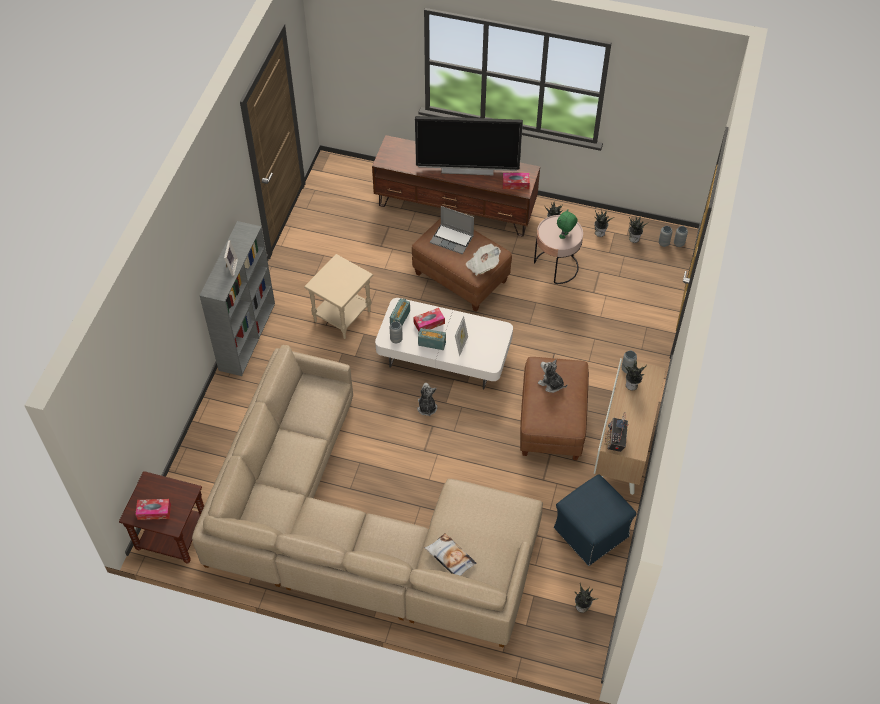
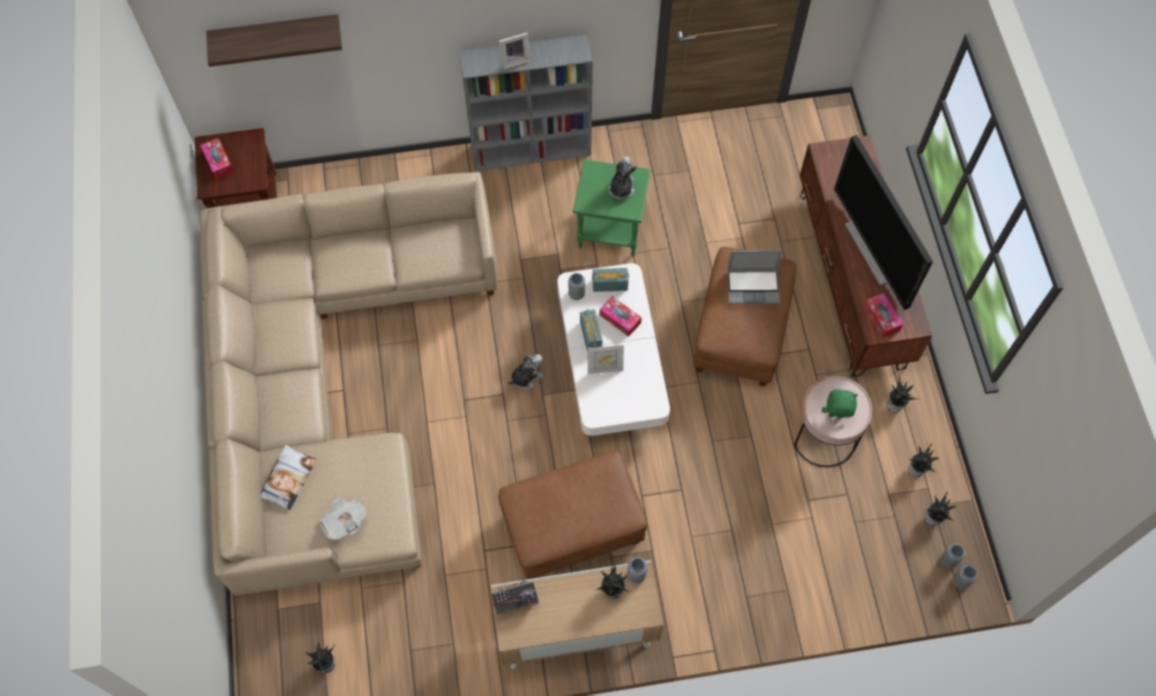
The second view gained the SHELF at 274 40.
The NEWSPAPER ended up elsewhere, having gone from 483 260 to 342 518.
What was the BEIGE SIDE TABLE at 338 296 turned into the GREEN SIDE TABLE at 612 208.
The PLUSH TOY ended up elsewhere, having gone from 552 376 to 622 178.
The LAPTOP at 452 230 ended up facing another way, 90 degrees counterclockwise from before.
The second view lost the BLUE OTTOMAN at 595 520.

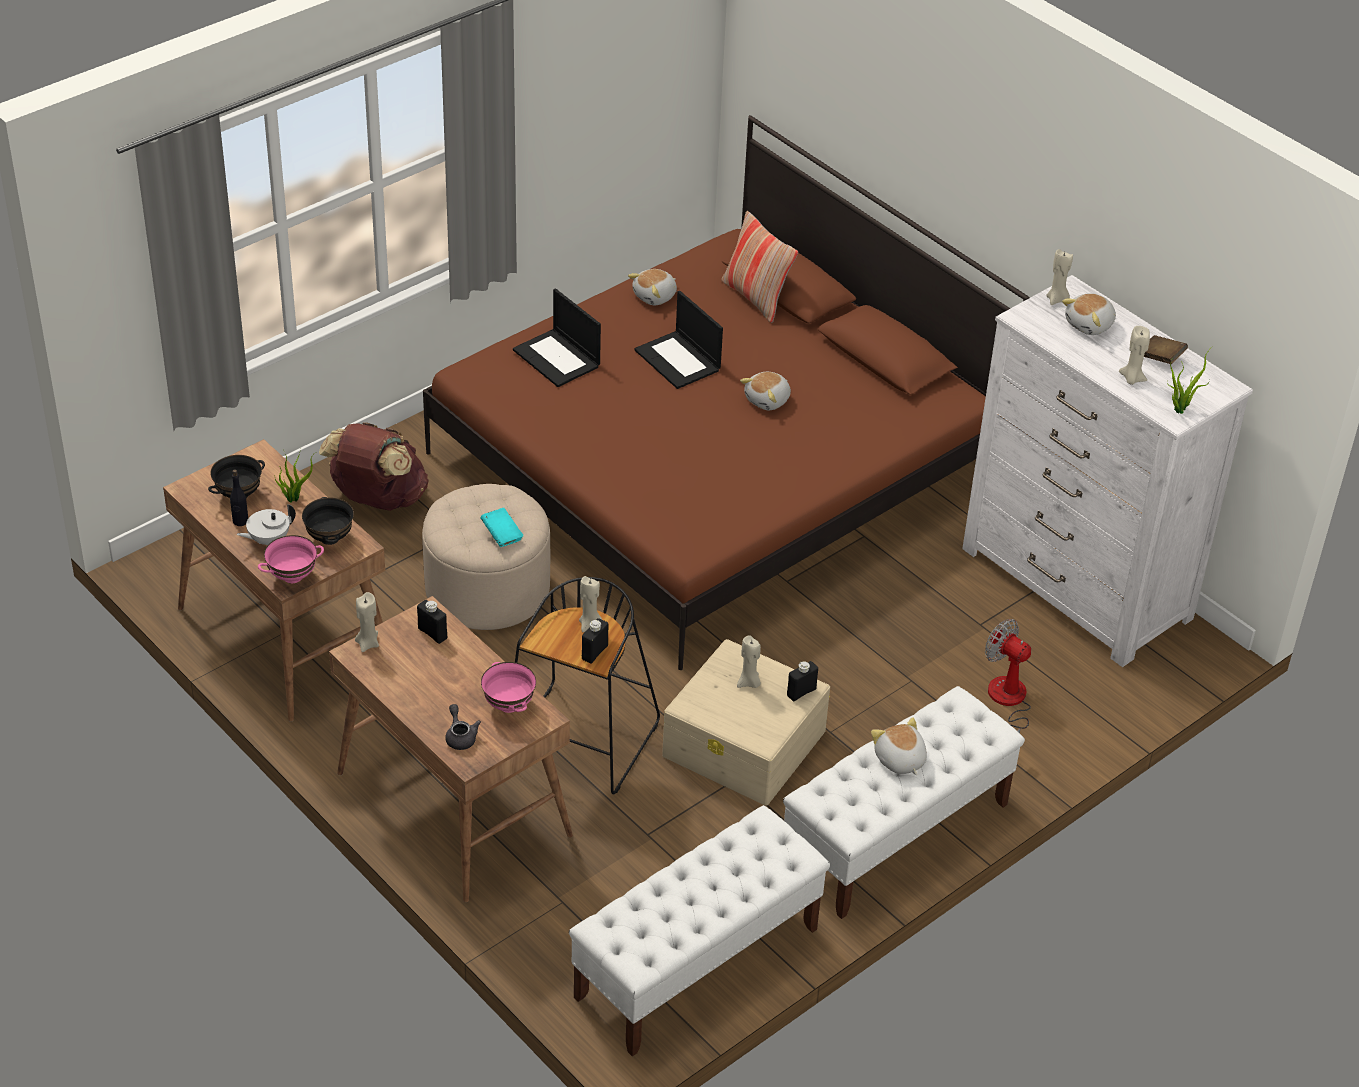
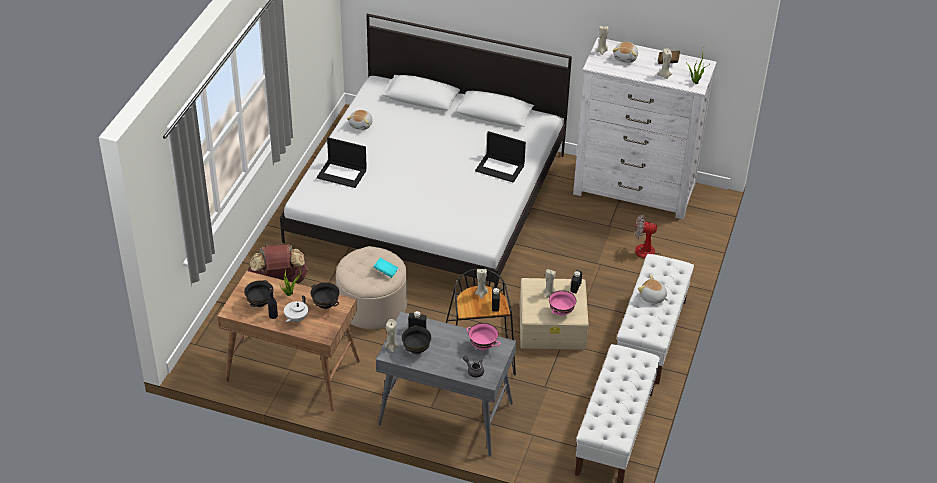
What was the BROWN BED at 726 392 turned into the WHITE BED at 426 150.
What was the BROWN DESK at 451 749 turned into the GREY DESK at 446 384.
The second view gained the BLACK BOWL at 416 339.
The LAPTOP ended up elsewhere, having gone from 678 340 to 500 157.
The PINK BOWL ended up elsewhere, having gone from 291 559 to 562 303.
The second view lost the PILLOW at 759 267.
The second view lost the PLUSH TOY at 765 391.

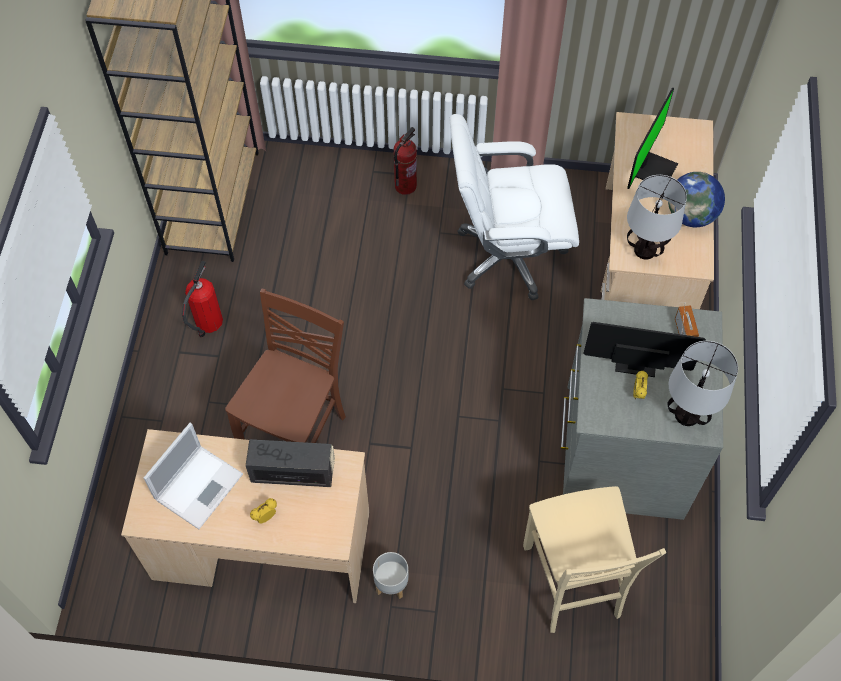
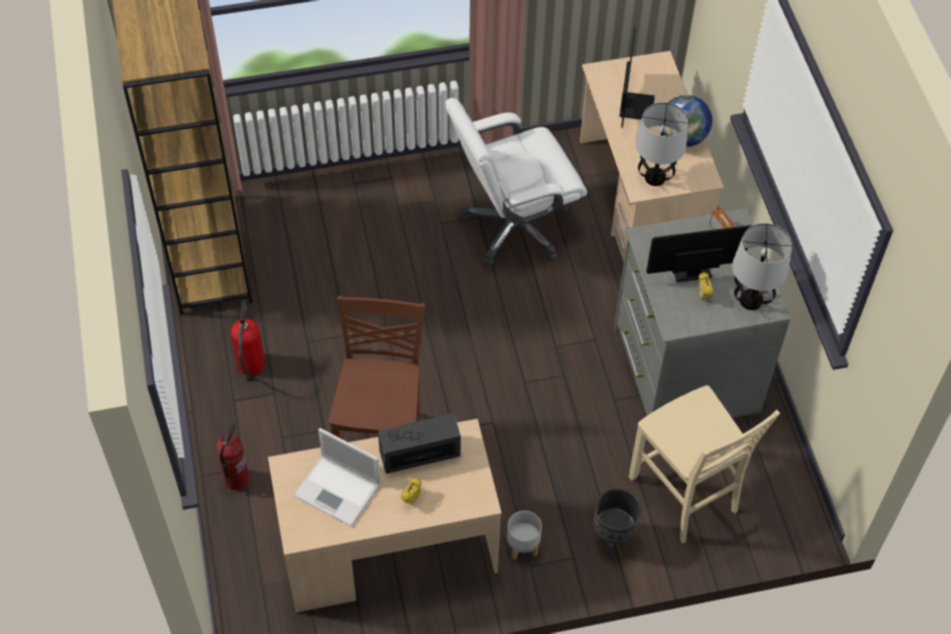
The FIRE EXTINGUISHER ended up elsewhere, having gone from 405 161 to 232 456.
The LAPTOP at 193 476 ended up facing another way, 105 degrees clockwise from before.
The second view gained the BLACK PLANTER at 617 522.

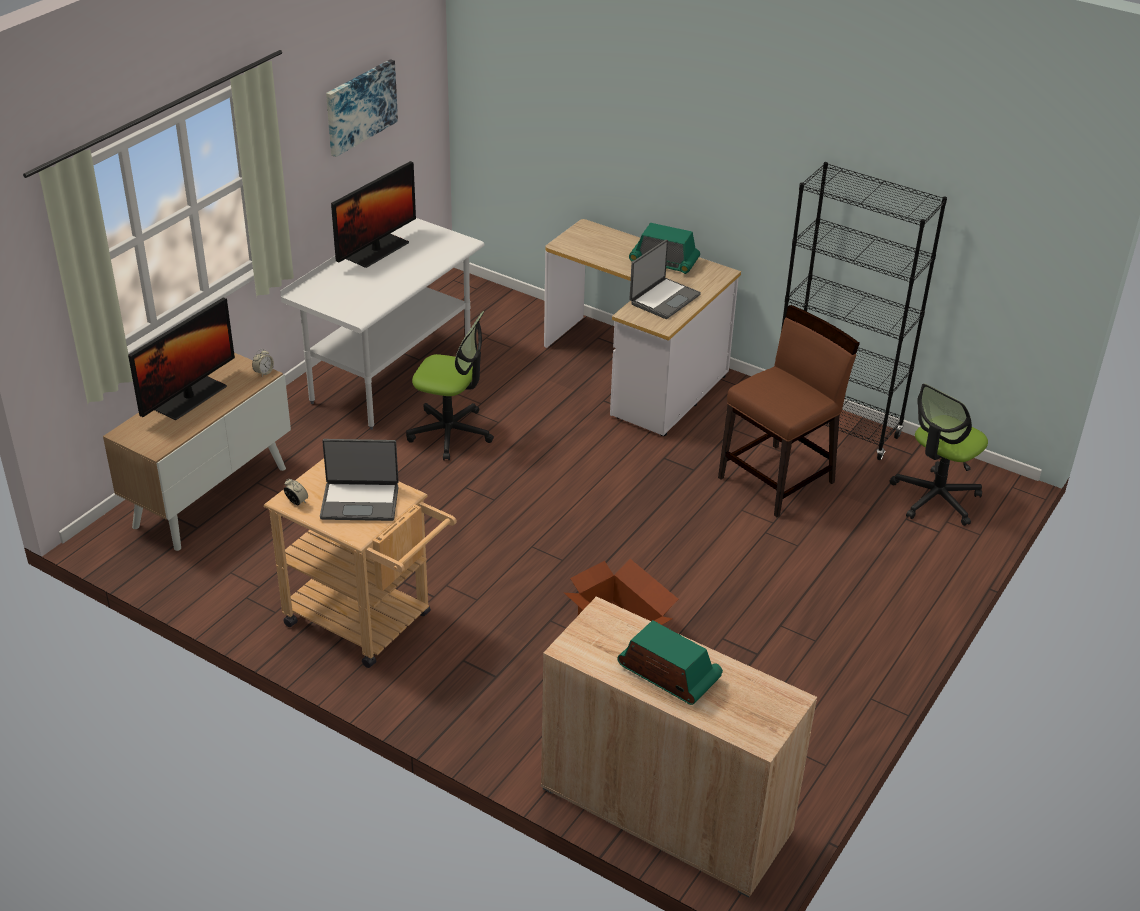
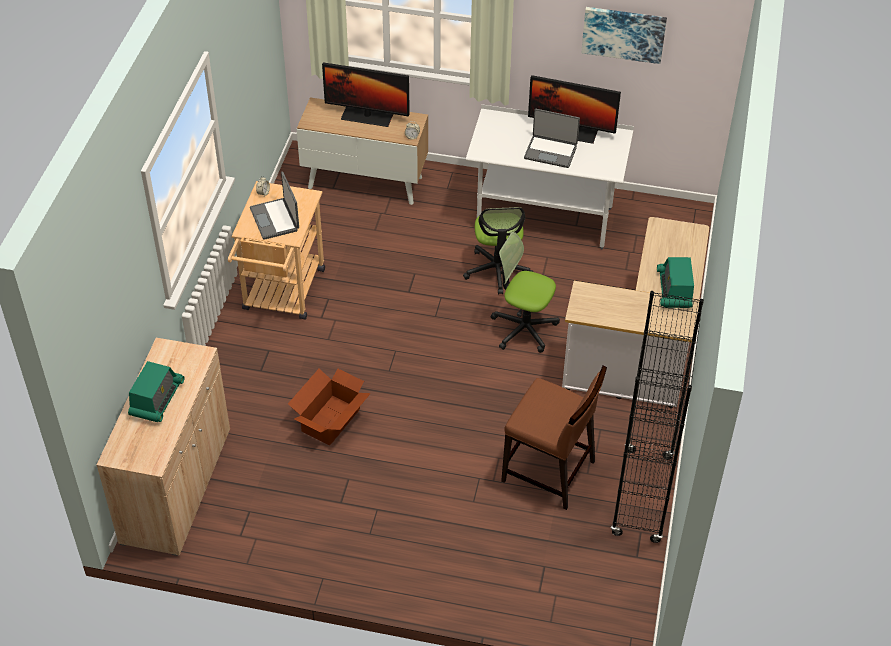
The OFFICE CHAIR ended up elsewhere, having gone from 939 454 to 525 292.
The LAPTOP ended up elsewhere, having gone from 665 279 to 552 138.

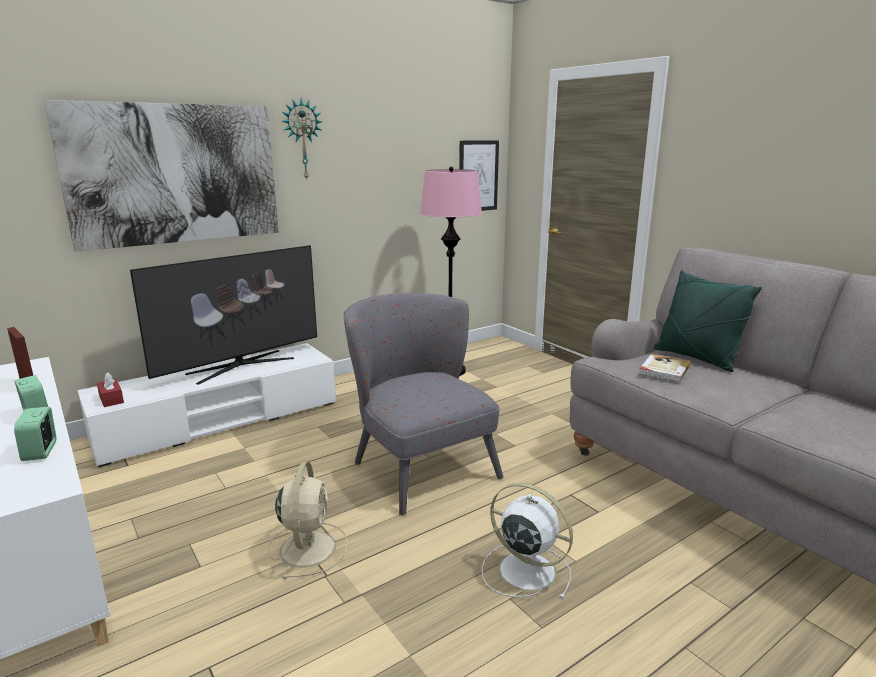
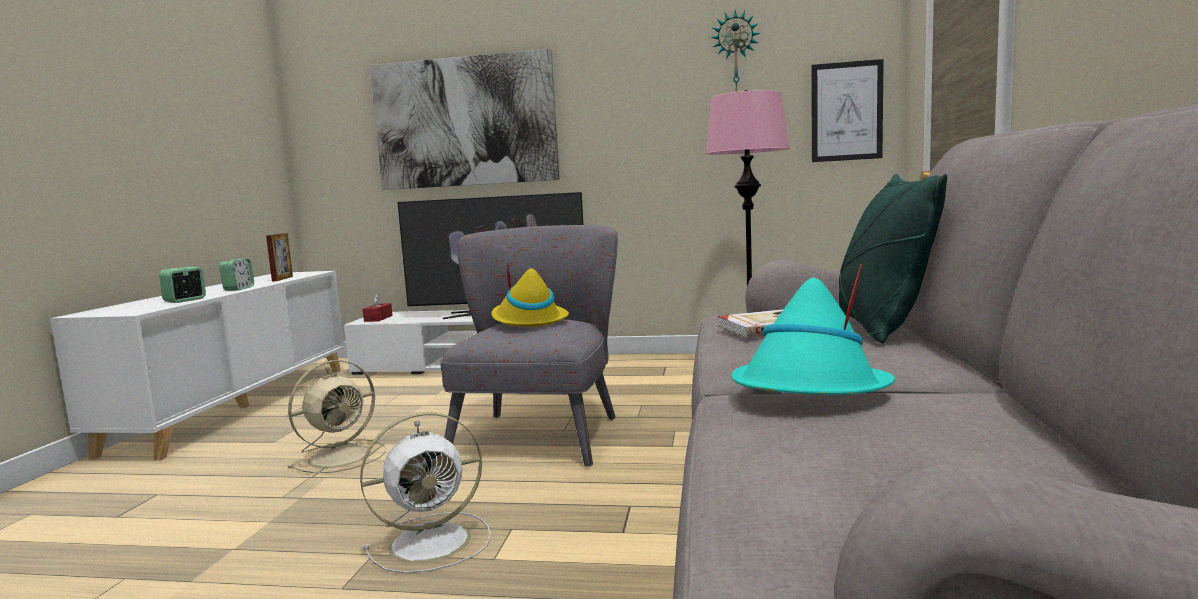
The WHITE FAN at 527 541 ended up facing another way, 75 degrees clockwise from before.
The second view gained the YELLOW HAT at 530 295.
The WALL CLOCK ended up elsewhere, having gone from 302 139 to 735 51.
The second view gained the TURQUOISE HAT at 813 330.

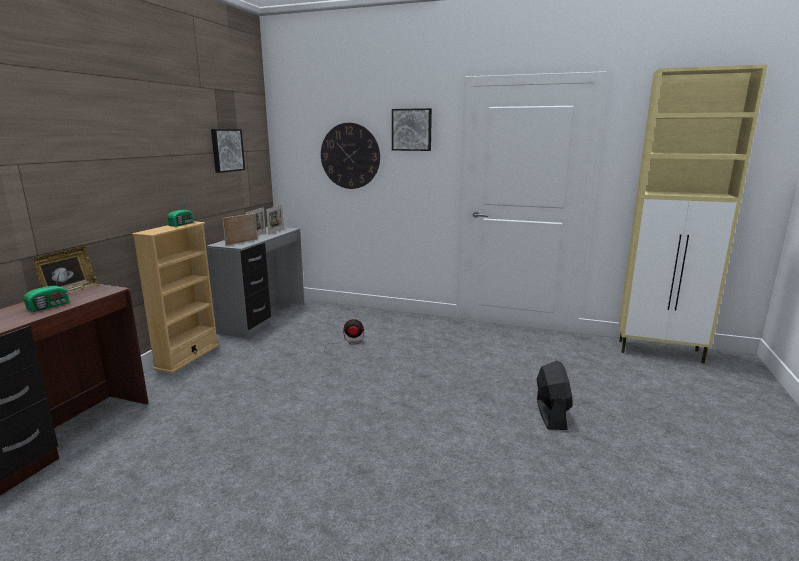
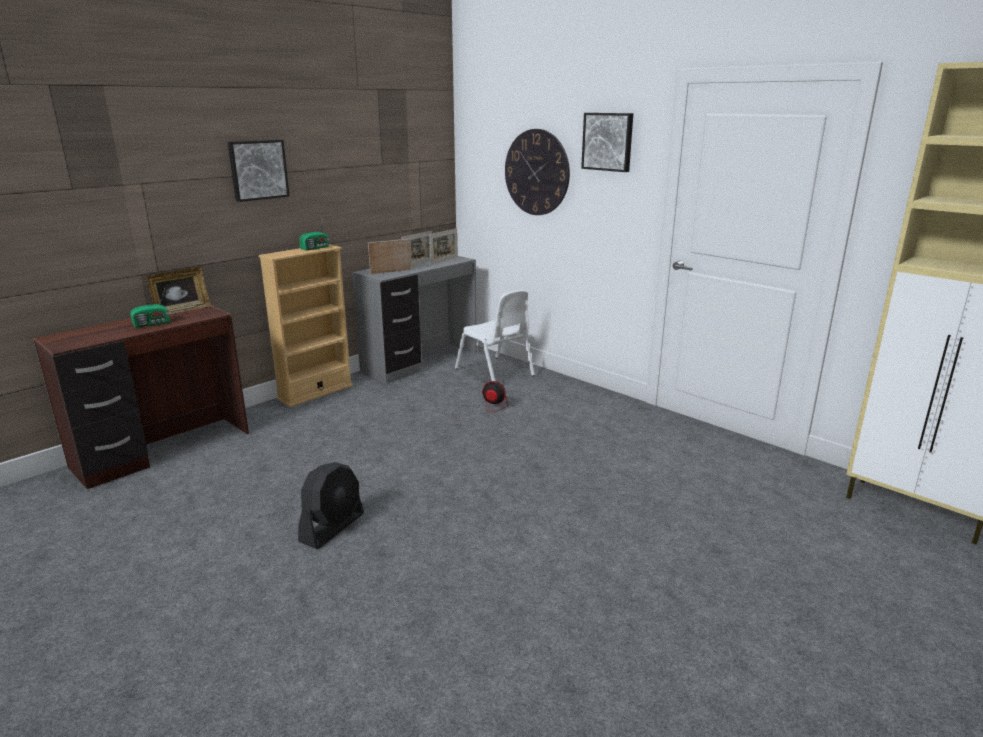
The PICTURE ended up elsewhere, having gone from 228 151 to 259 171.
The BLACK FAN ended up elsewhere, having gone from 555 395 to 331 505.
The second view gained the WHITE CHAIR at 495 335.

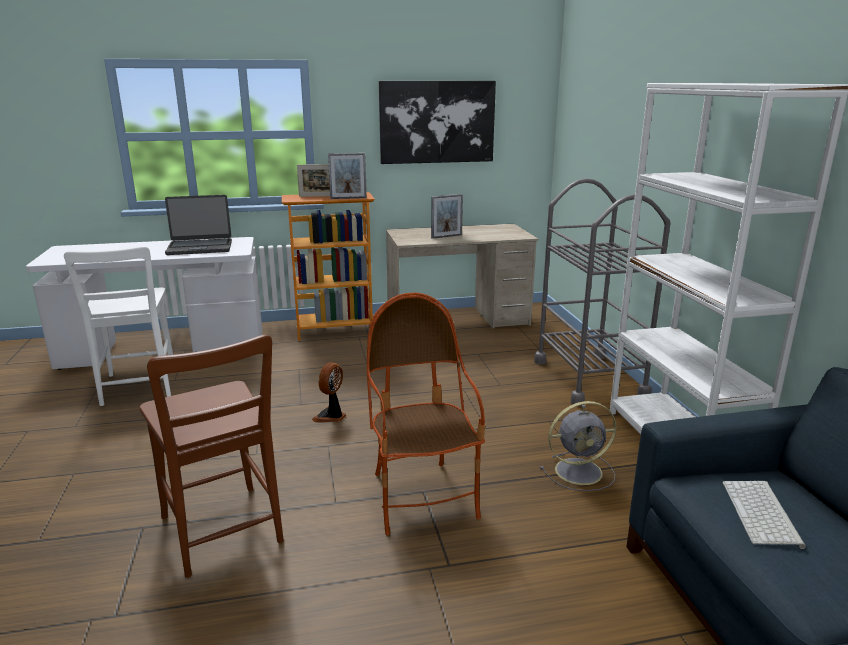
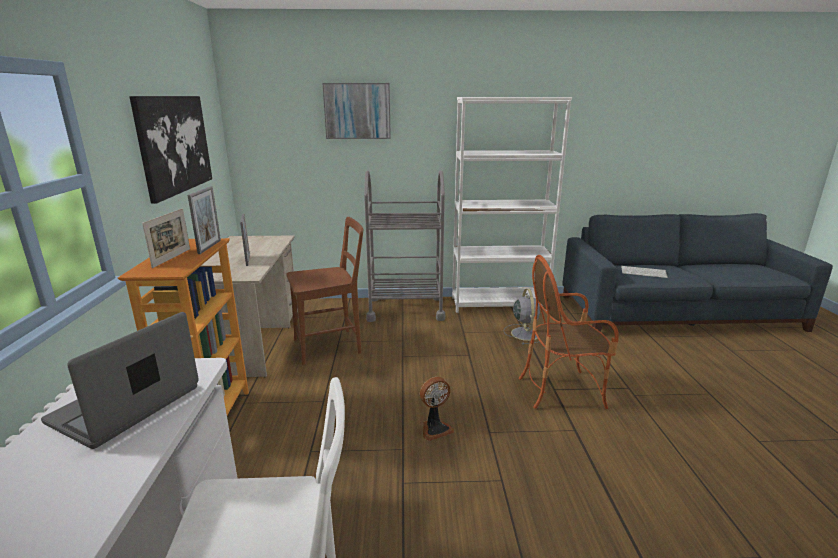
The LAPTOP at 198 225 ended up facing another way, 150 degrees counterclockwise from before.
The BROWN CHAIR ended up elsewhere, having gone from 211 456 to 324 291.
The second view gained the PICTURE at 357 111.
The FAN at 329 392 ended up facing another way, 60 degrees counterclockwise from before.

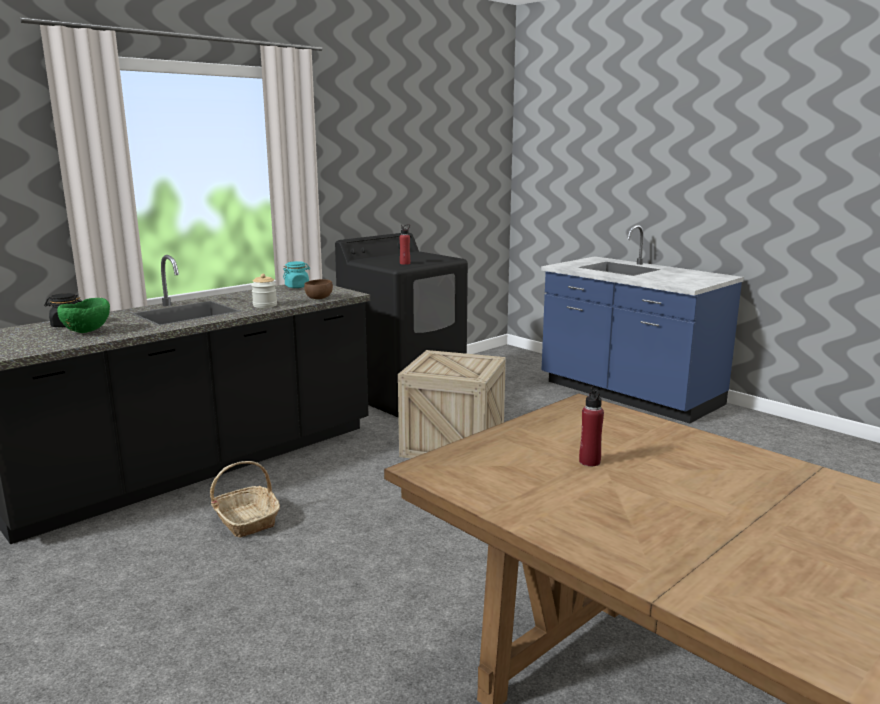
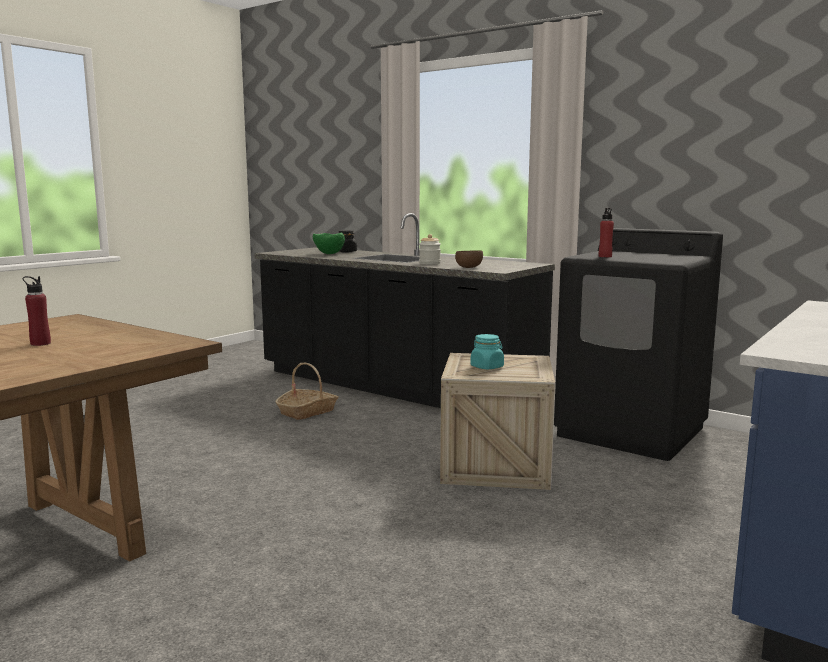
The TURQUOISE JAR ended up elsewhere, having gone from 296 274 to 487 351.

